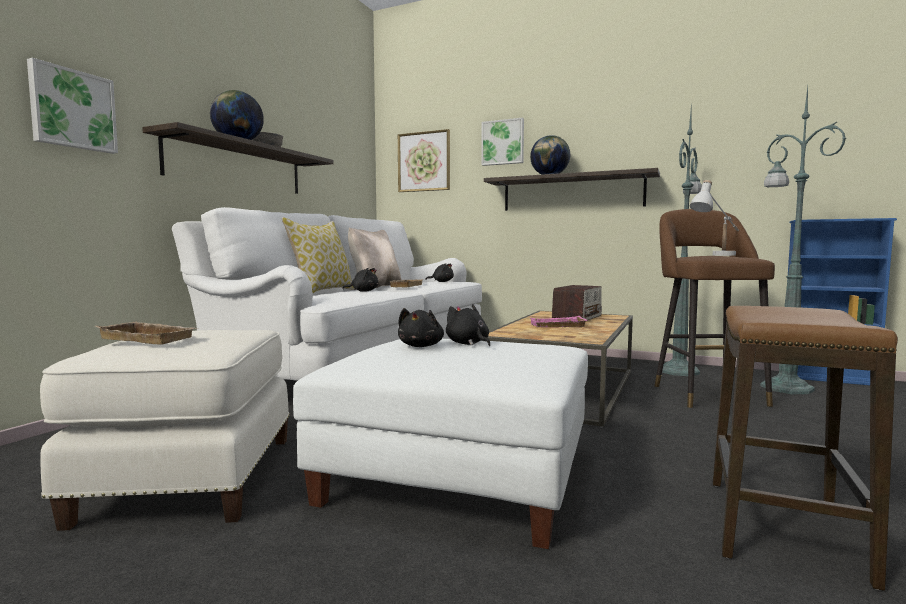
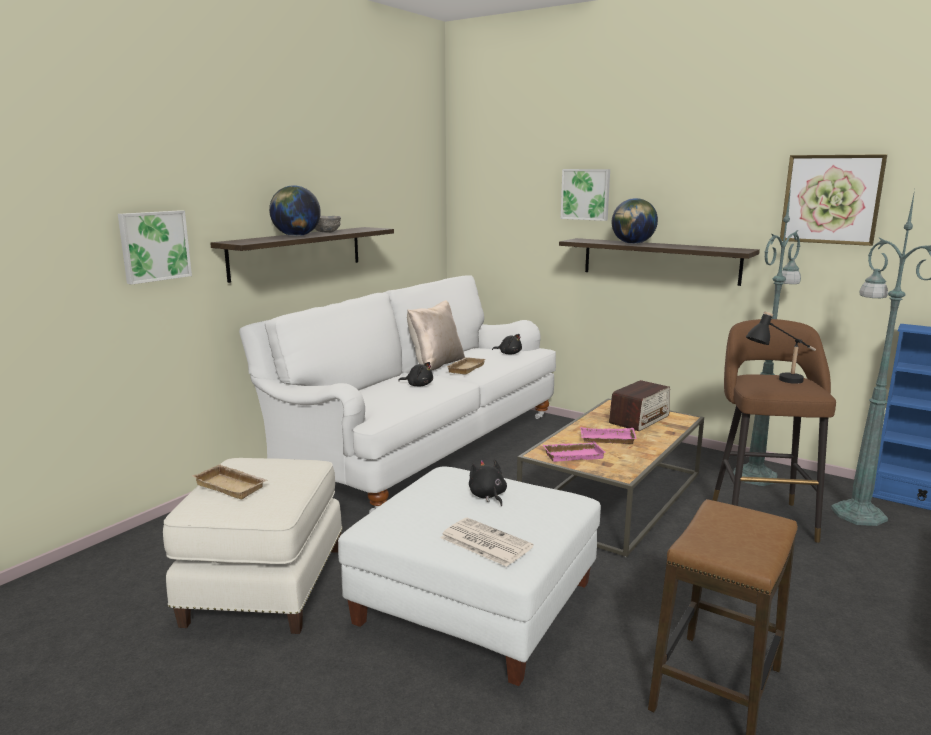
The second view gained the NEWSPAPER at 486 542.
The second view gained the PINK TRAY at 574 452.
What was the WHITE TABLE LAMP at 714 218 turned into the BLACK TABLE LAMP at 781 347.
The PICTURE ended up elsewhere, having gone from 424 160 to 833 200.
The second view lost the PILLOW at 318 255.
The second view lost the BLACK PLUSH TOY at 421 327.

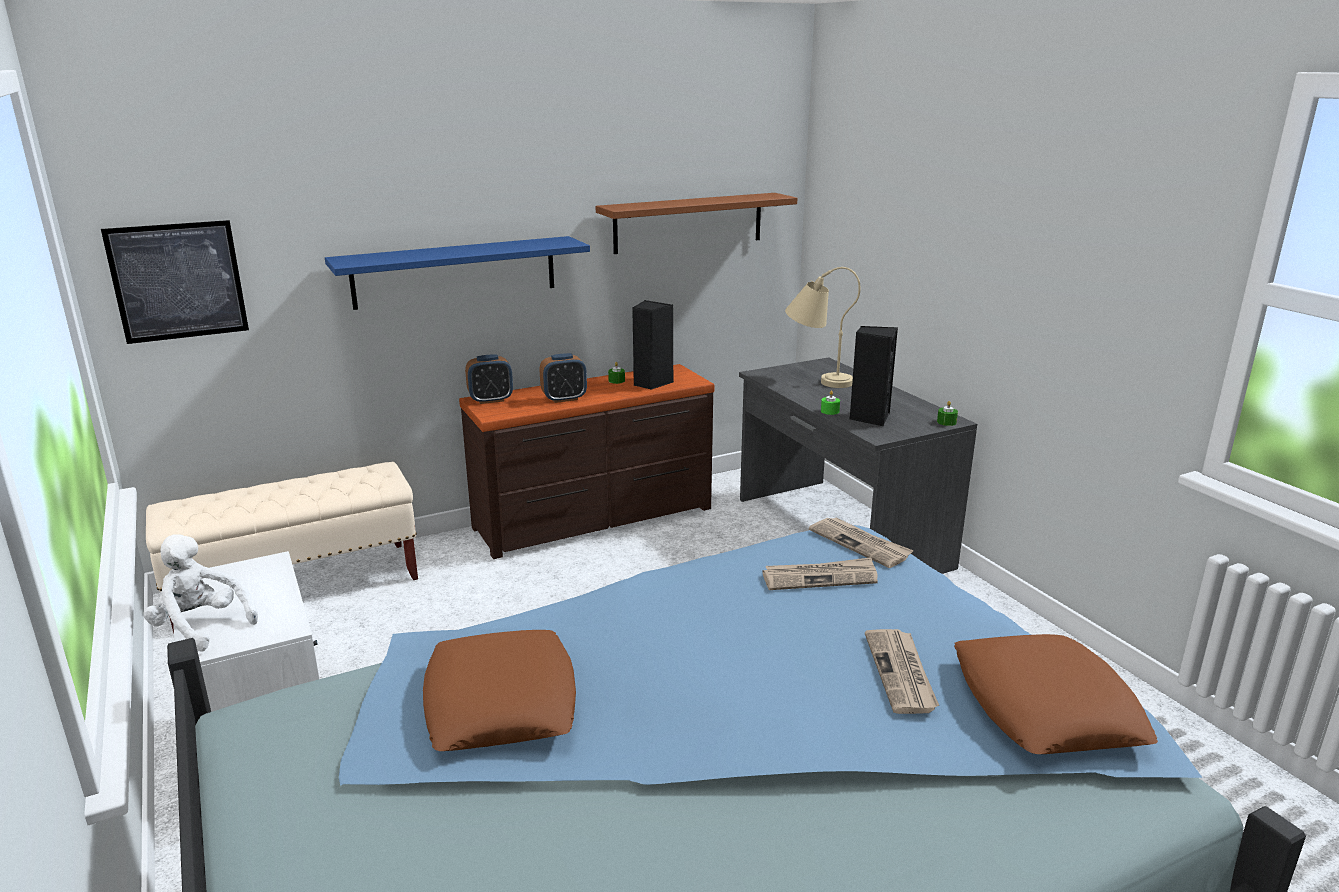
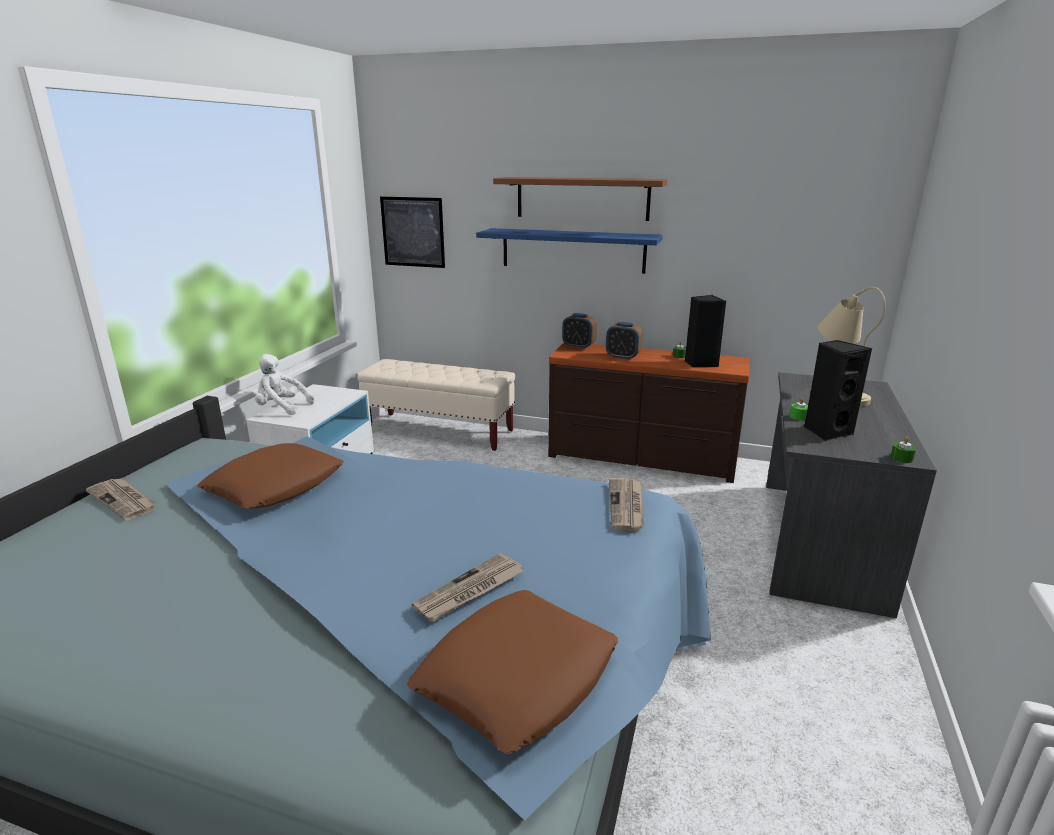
The NEWSPAPER ended up elsewhere, having gone from 820 573 to 121 499.
The WHITE PLUSH TOY at 200 592 ended up facing another way, 60 degrees counterclockwise from before.
The BROWN SHELF ended up elsewhere, having gone from 697 223 to 580 199.

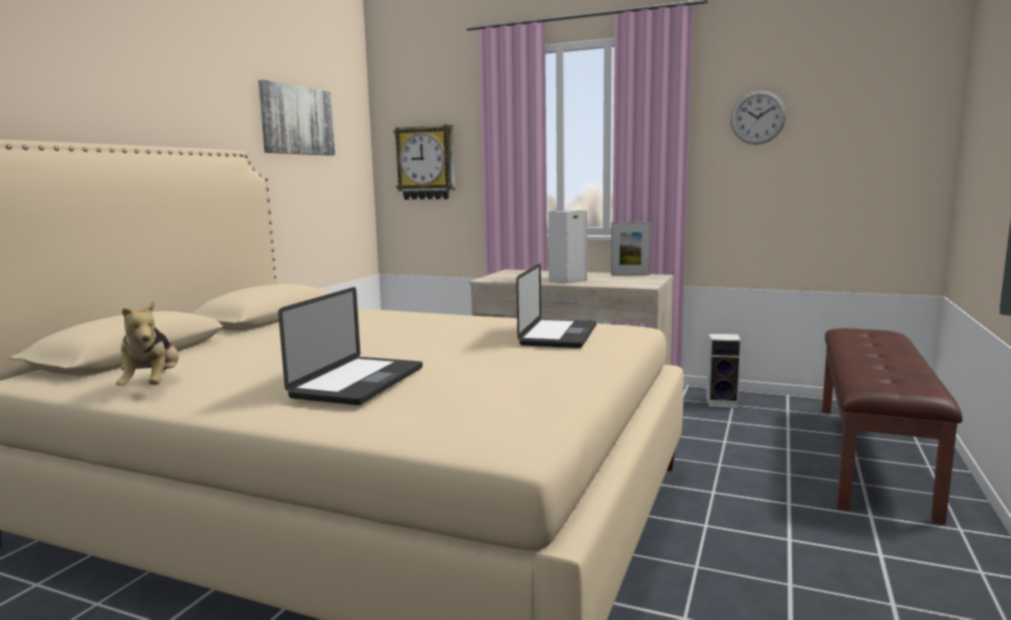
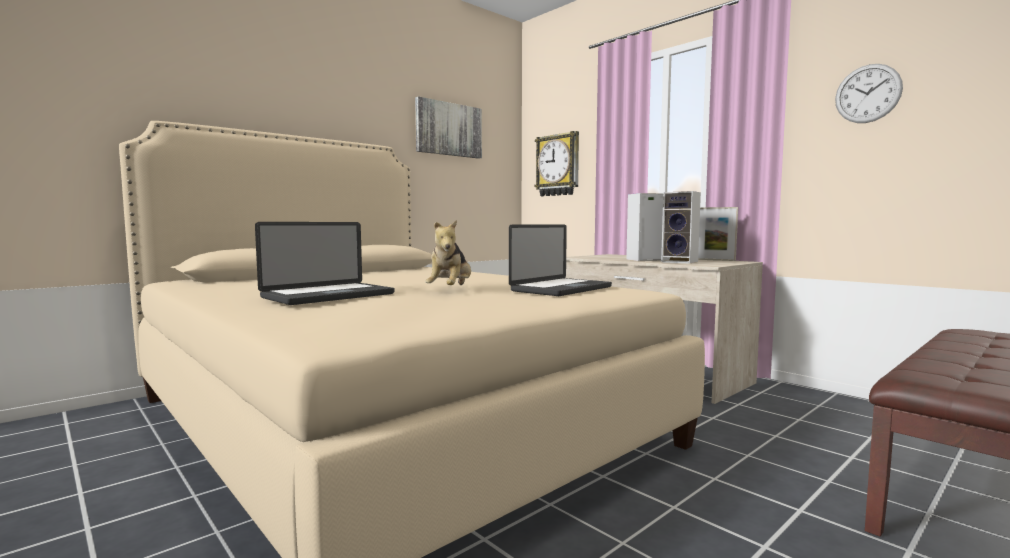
The PLUSH TOY ended up elsewhere, having gone from 147 343 to 448 252.
The SPEAKER ended up elsewhere, having gone from 723 371 to 681 227.

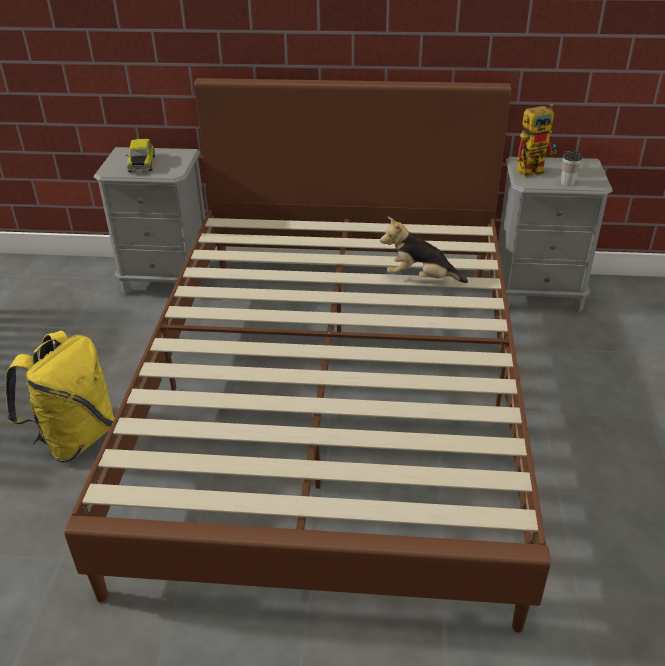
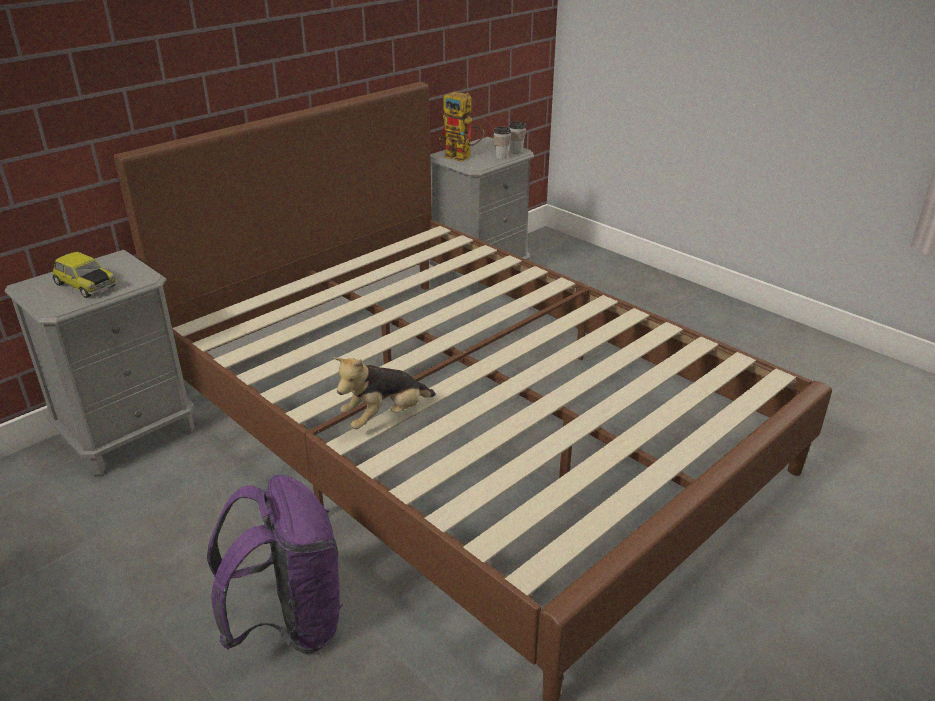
What was the YELLOW BACKPACK at 59 396 turned into the PURPLE BACKPACK at 275 564.
The PLUSH TOY ended up elsewhere, having gone from 424 250 to 385 393.
The TOY ROBOT at 536 141 ended up facing another way, 105 degrees clockwise from before.
The second view gained the CUP at 517 138.

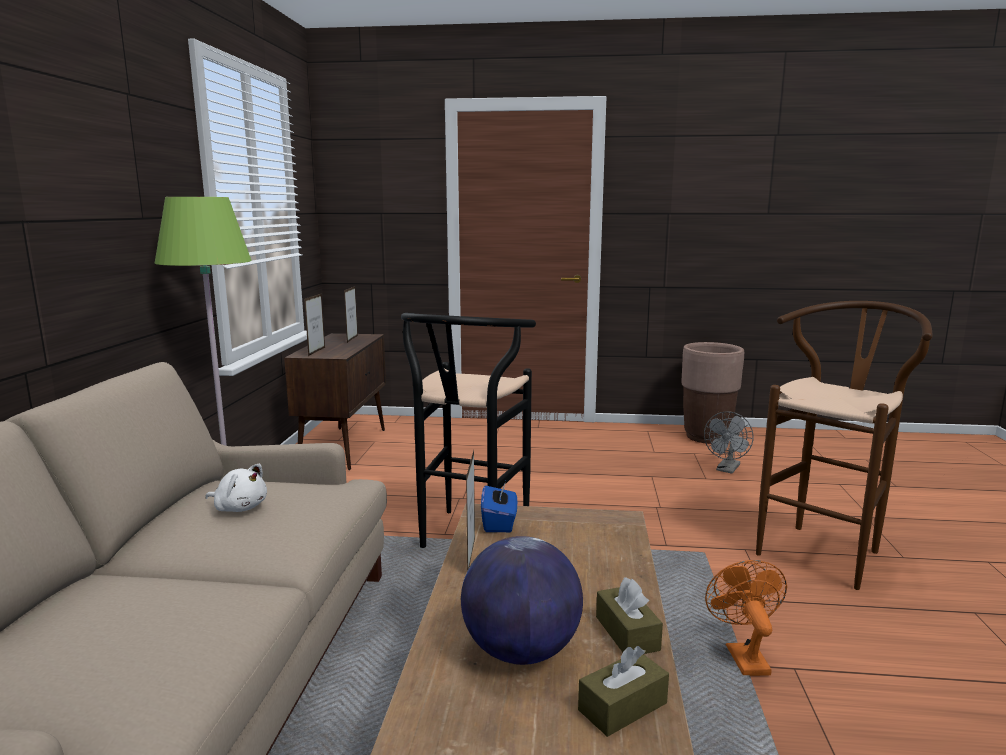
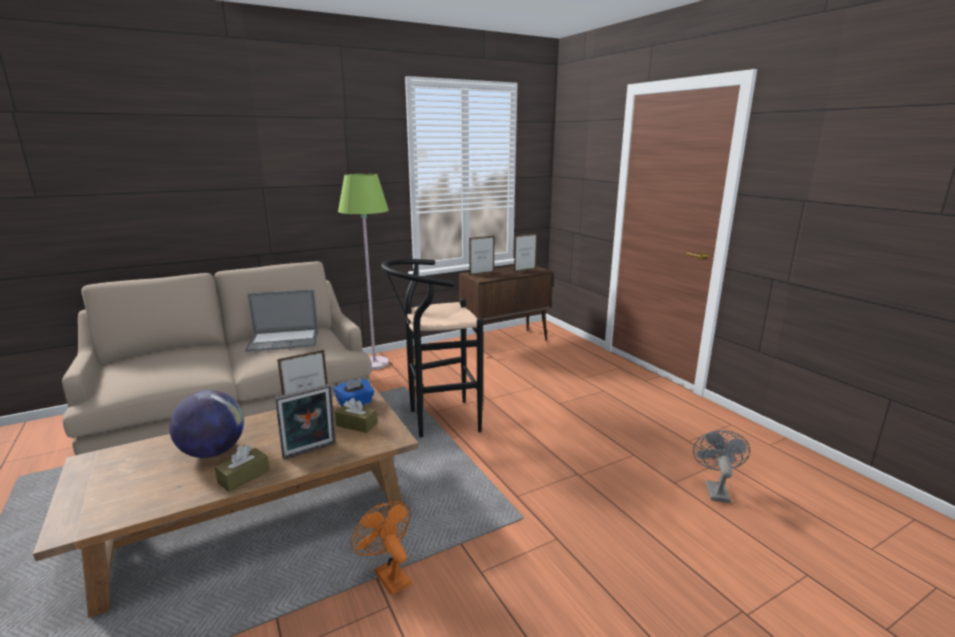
Where the WHITE PLUSH TOY stood at 236 488, the LAPTOP came to stand at 282 320.
The second view gained the PICTURE FRAME at 305 422.
The BROWN TISSUE BOX ended up elsewhere, having gone from 623 691 to 356 415.
The ORANGE FAN at 746 618 ended up facing another way, 90 degrees counterclockwise from before.
The GREY FAN at 729 442 ended up facing another way, 105 degrees clockwise from before.
The second view lost the BROWN PLANTER at 712 393.
The second view lost the BROWN STOOL at 844 445.

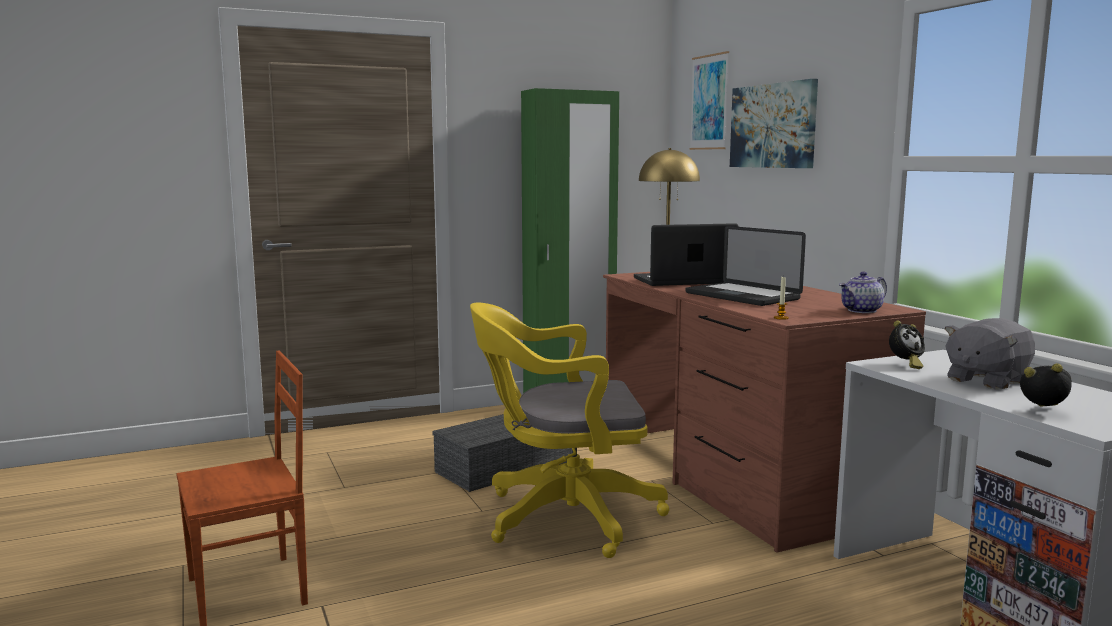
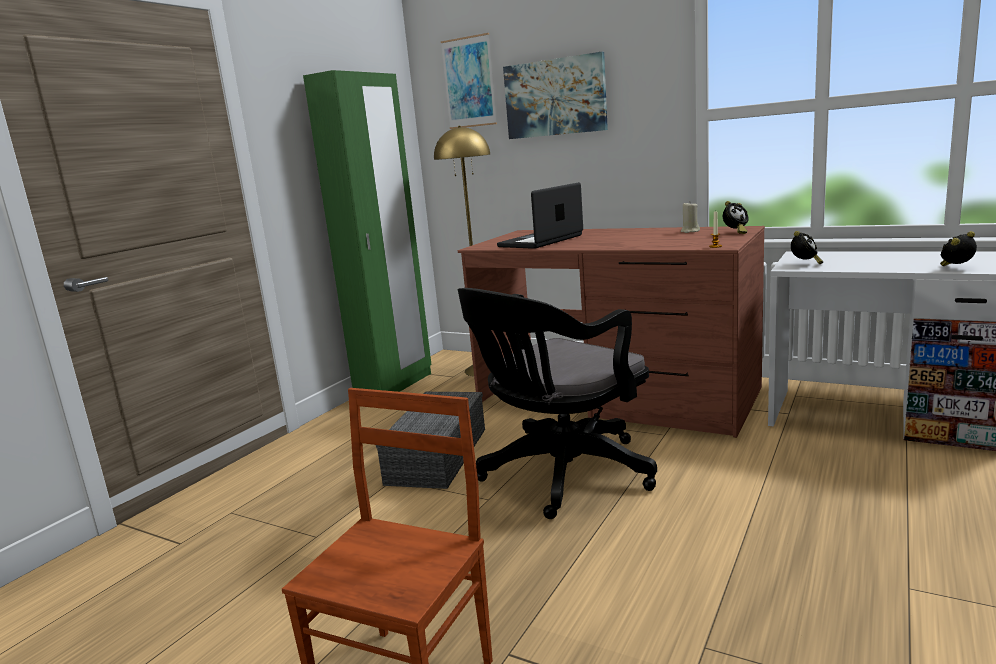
What was the YELLOW OFFICE CHAIR at 569 430 turned into the BLACK OFFICE CHAIR at 557 403.
The second view gained the BEIGE CANDLE at 690 217.
Where the TEAPOT stood at 863 292, the ALARM CLOCK came to stand at 736 217.
The second view lost the LAPTOP at 746 266.
The second view lost the GREY PLUSH TOY at 989 354.

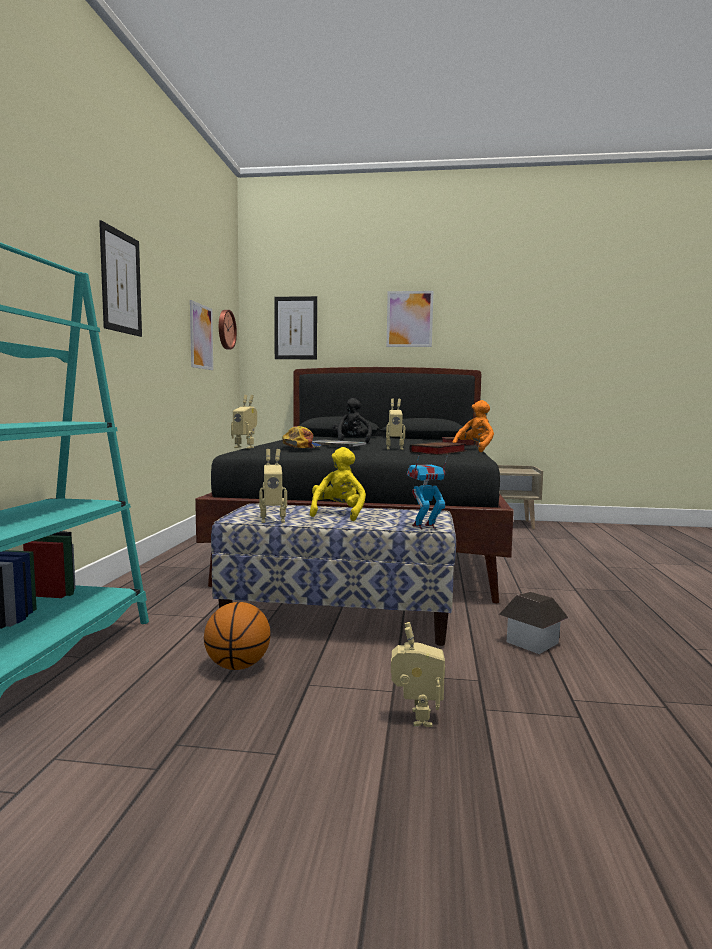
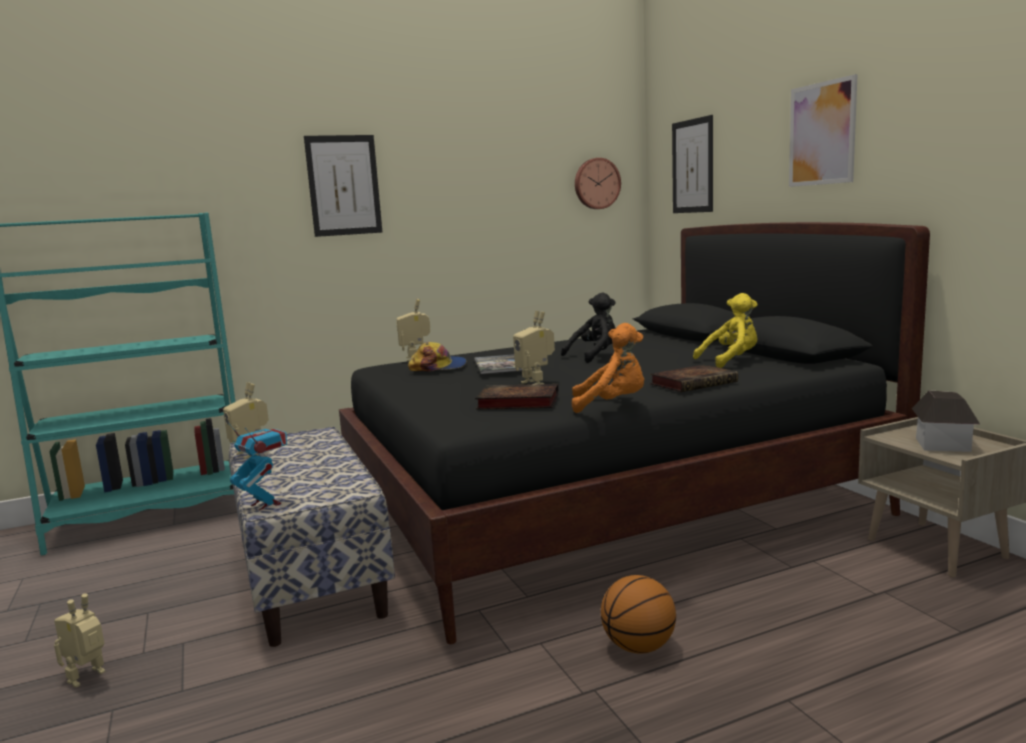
The TOY ROBOT at 418 674 ended up facing another way, 150 degrees clockwise from before.
The BASKETBALL ended up elsewhere, having gone from 237 636 to 638 614.
The YELLOW PLUSH TOY ended up elsewhere, having gone from 338 484 to 725 330.
The TOY HOUSE ended up elsewhere, having gone from 533 623 to 946 421.
The second view lost the PICTURE at 201 335.

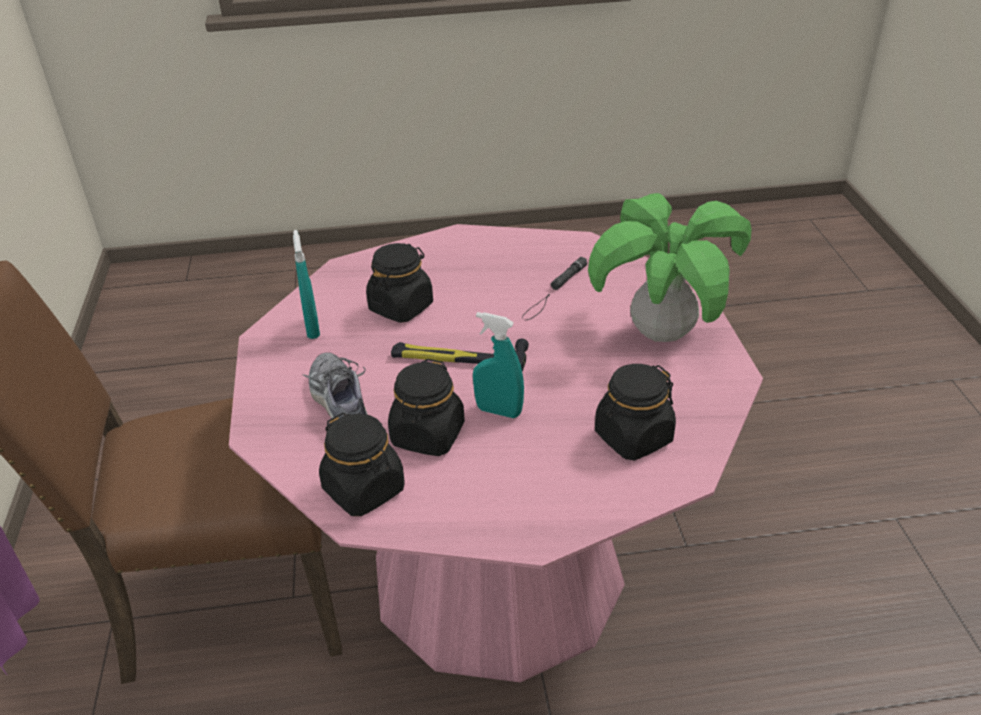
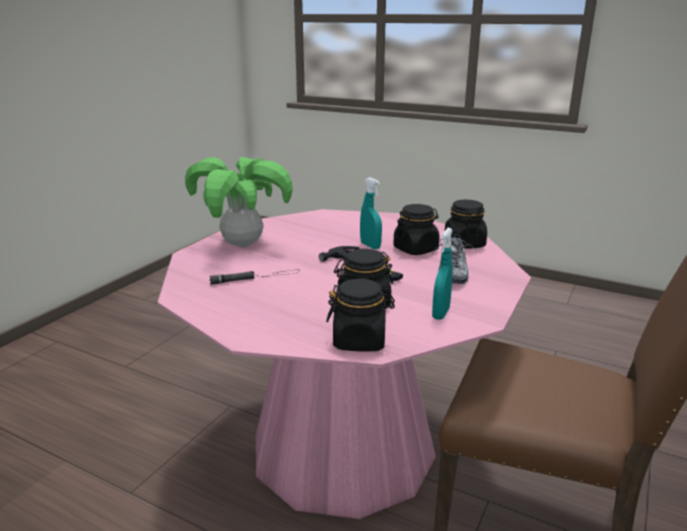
The BLACK JAR ended up elsewhere, having gone from 635 412 to 360 315.

